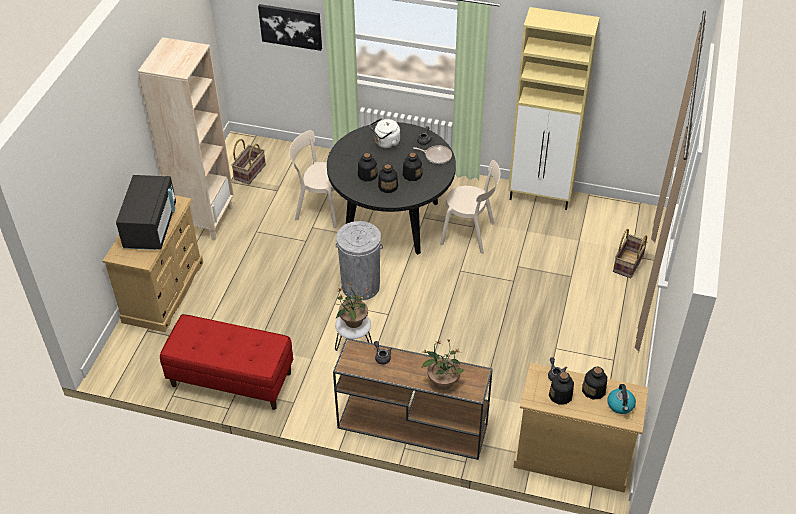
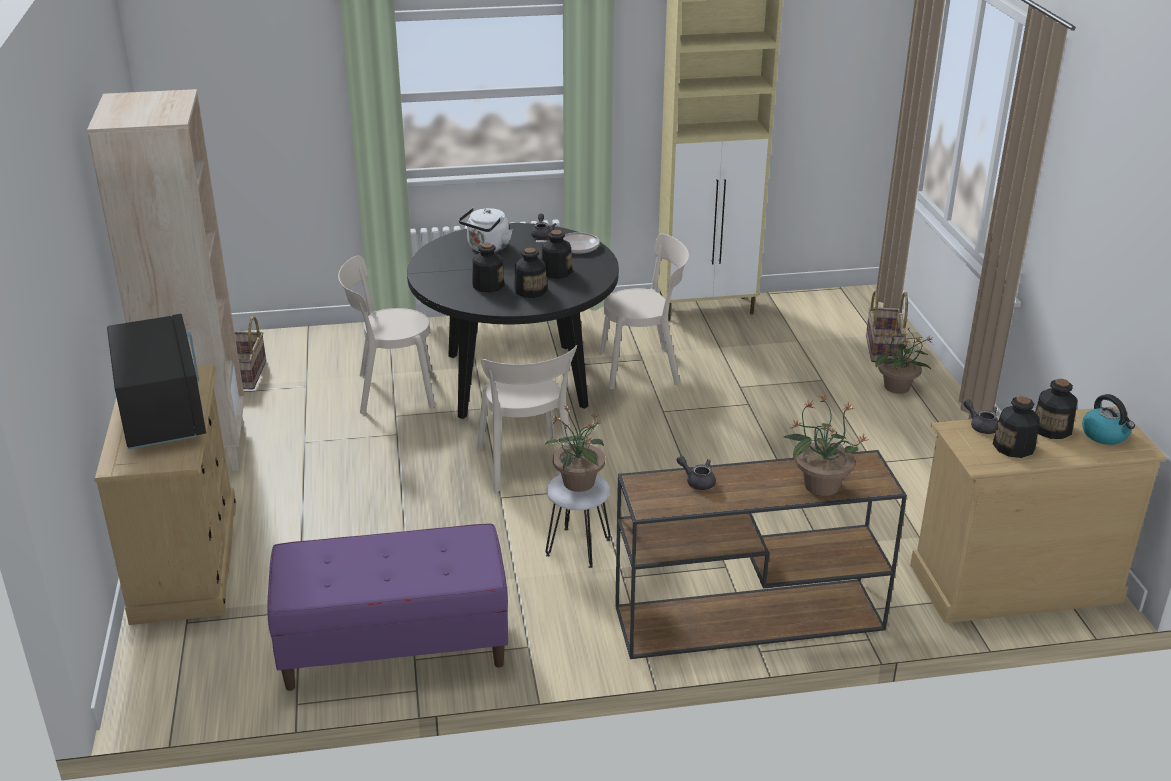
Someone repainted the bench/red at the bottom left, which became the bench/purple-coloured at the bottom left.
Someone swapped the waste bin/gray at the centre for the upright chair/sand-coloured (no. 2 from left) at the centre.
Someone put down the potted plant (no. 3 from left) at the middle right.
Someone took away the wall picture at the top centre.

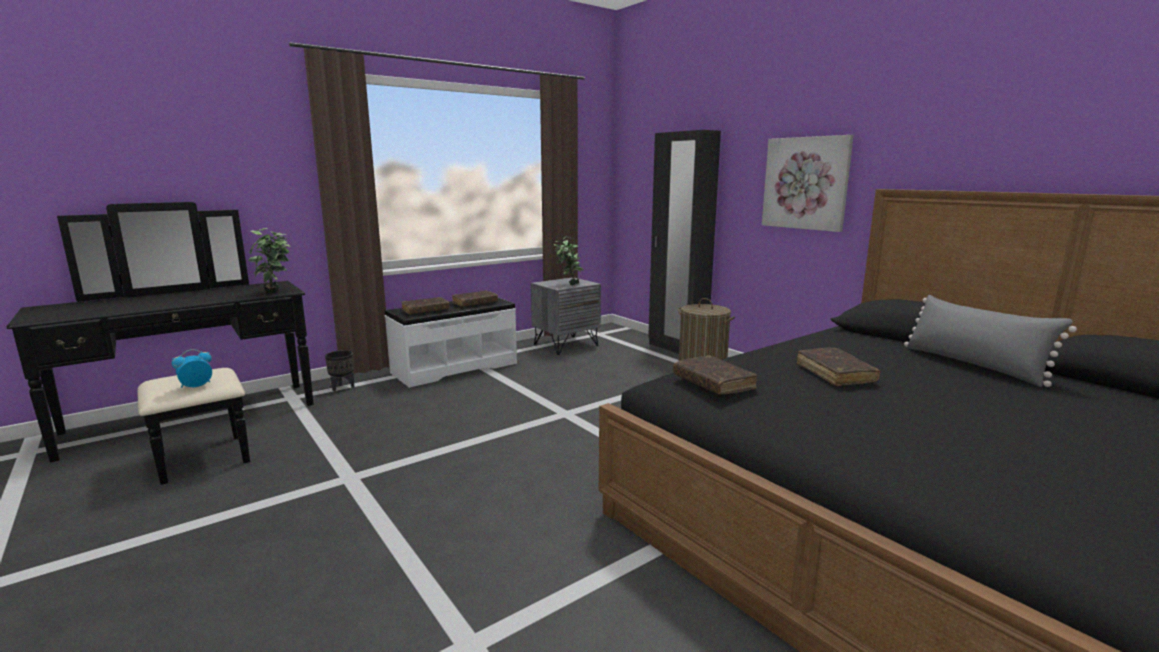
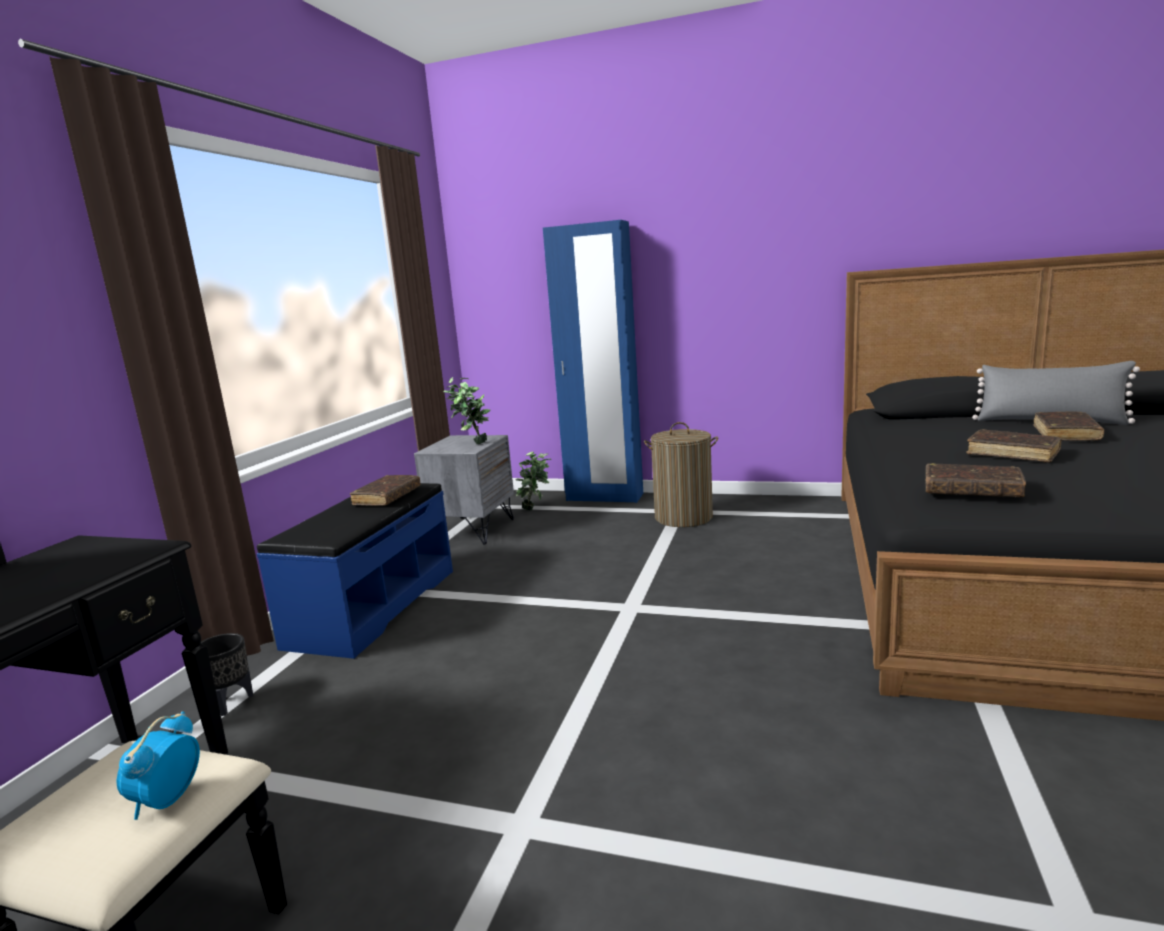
Someone repainted the bench/white-coloured at the centre, which became the bench/blue-coloured at the middle left.
Someone carried the potted plant (no. 1 from left in the first image) from the middle left to the centre.
Someone repainted the armoire/blackish at the centre, which became the armoire/blue-coloured at the centre.
Someone carried the bound book/brown (no. 1 from left in the first image) from the centre to the middle right.
Someone took away the wall picture at the top right.

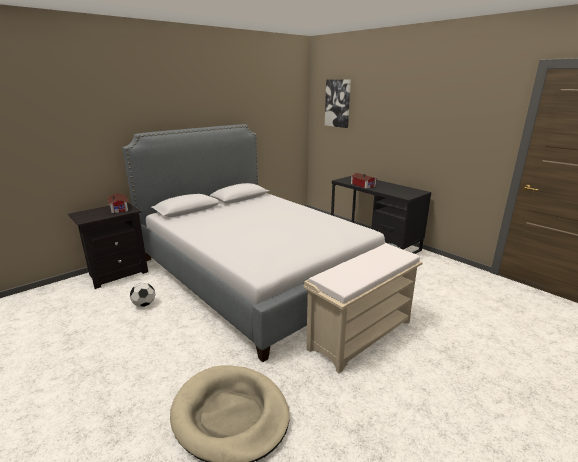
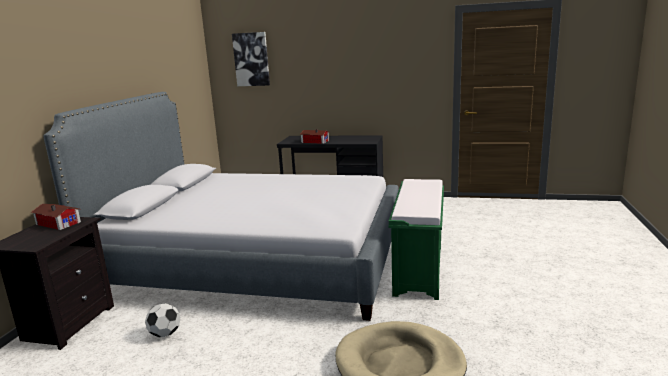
Someone repainted the bench/sand-coloured at the bottom centre, which became the bench/green-coloured at the centre.

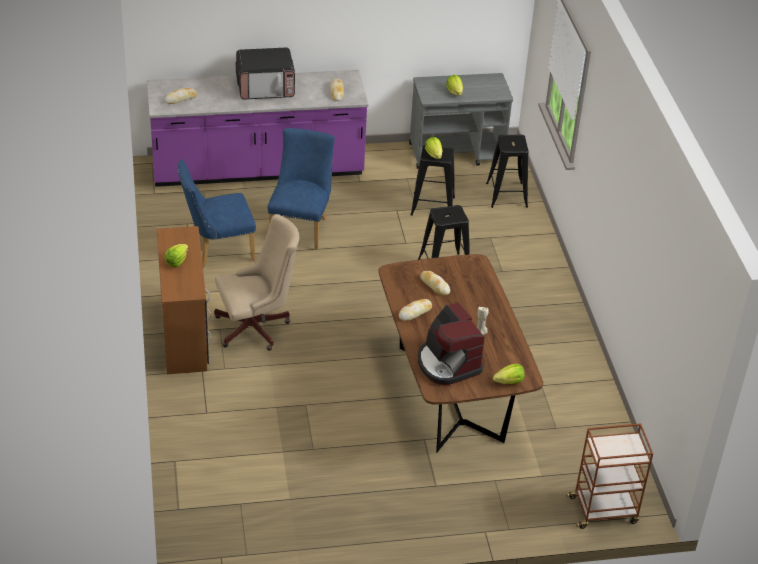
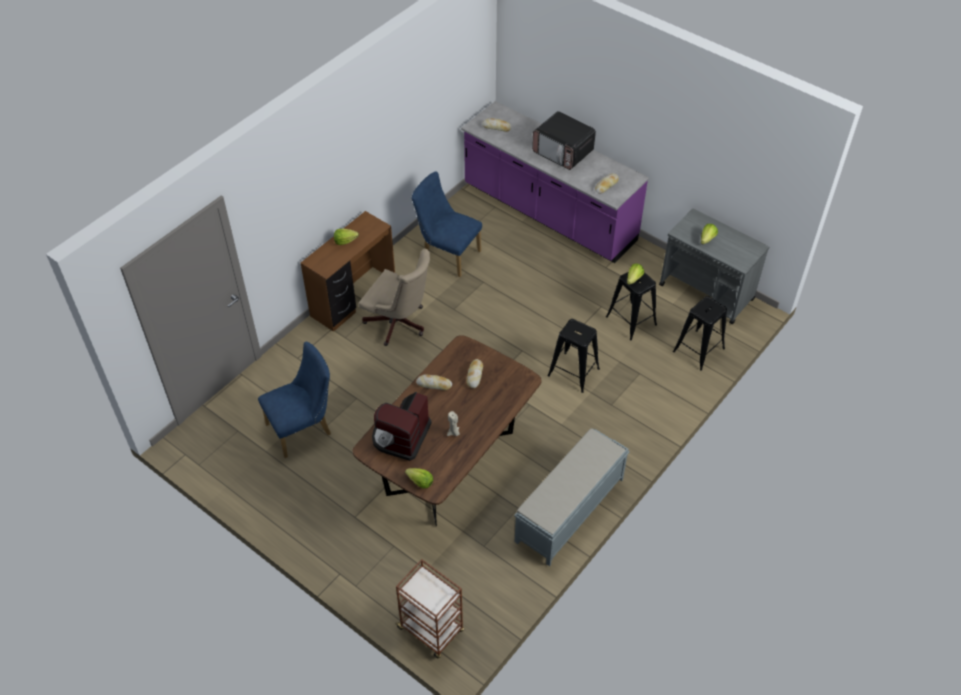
Someone carried the upright chair/blue-coloured (no. 2 from left in the first image) from the centre to the middle left.
Someone put down the bench/gray at the bottom centre.

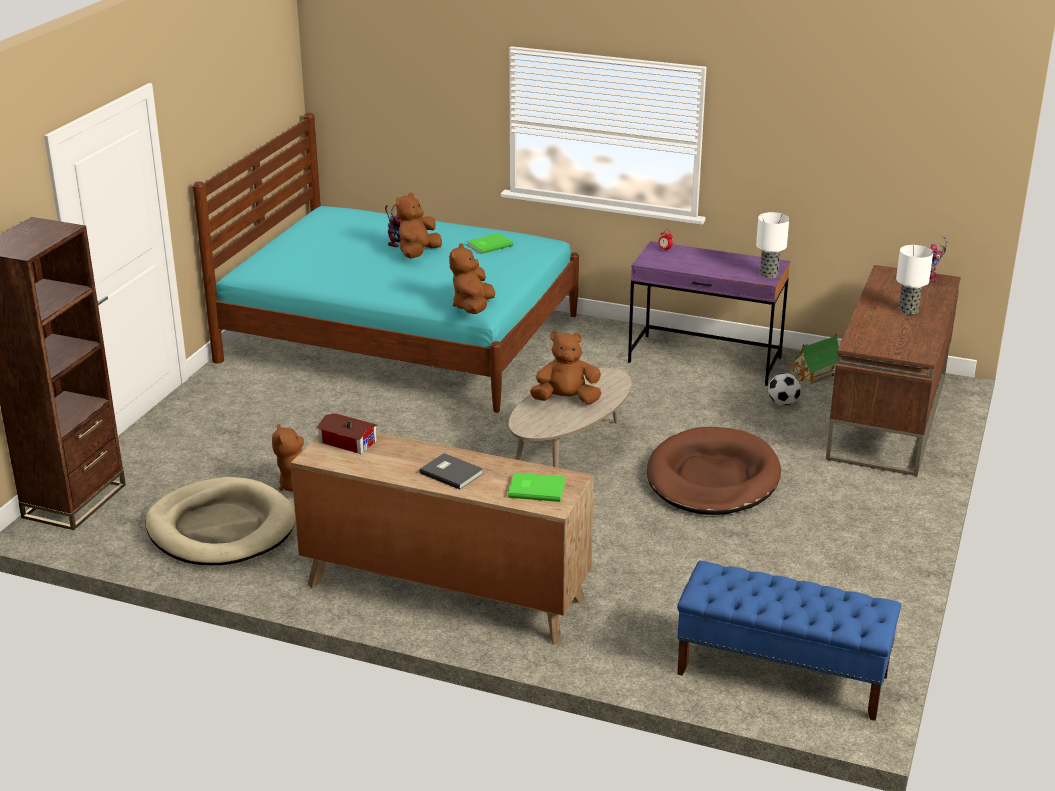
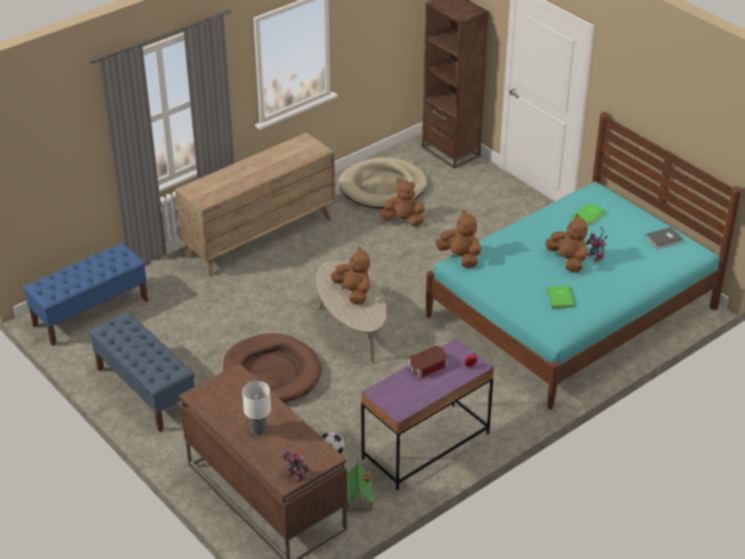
Someone put down the bench/blue-coloured (no. 2 from left) at the middle left.
Someone rotated the cuddly toy/brown (no. 4 from left in the first image) at the centre by 60 degrees counterclockwise.
Someone carried the model house (no. 1 from left in the first image) from the middle left to the centre.
Someone carried the bound book/green-coloured (no. 2 from left) from the centre to the middle right.
Someone carried the bound book/gray from the centre to the middle right.
Someone took away the tabletop lamp (no. 1 from left) at the top right.

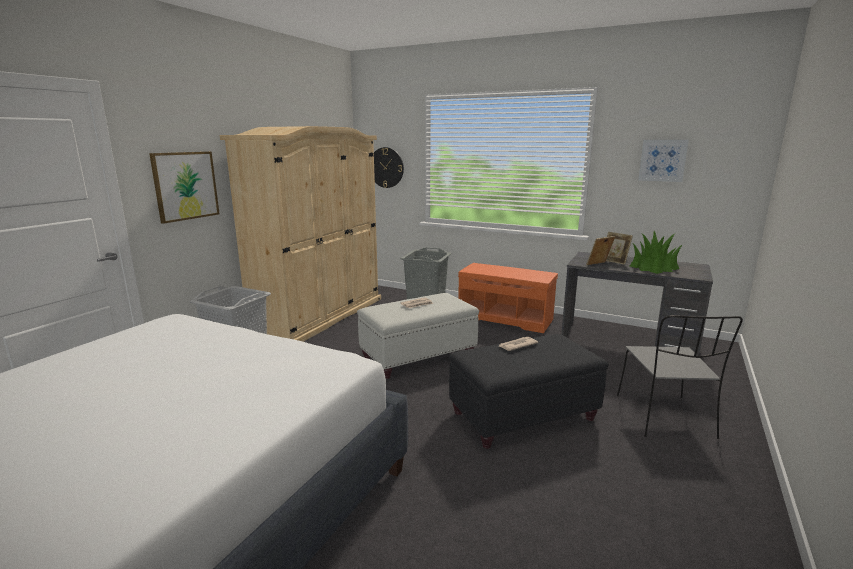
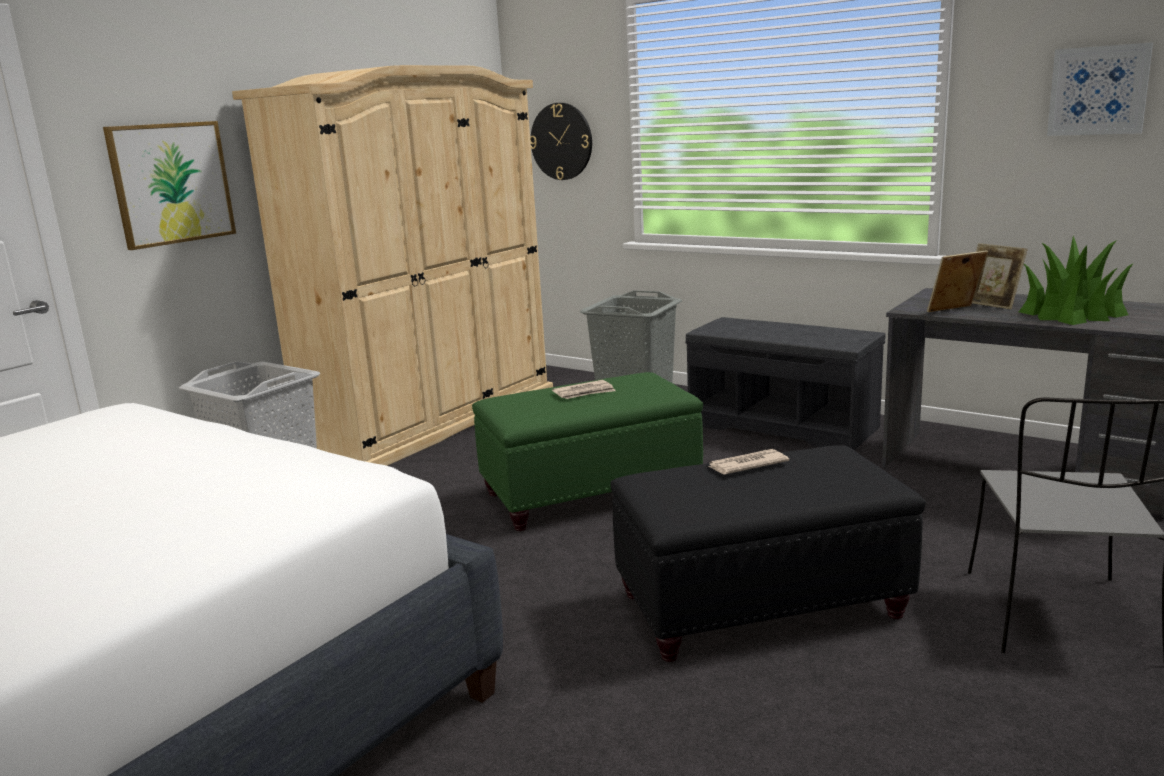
Someone repainted the ottoman/white-coloured at the centre, which became the ottoman/green-coloured at the centre.
Someone repainted the bench/orangey at the centre, which became the bench/gray at the middle right.

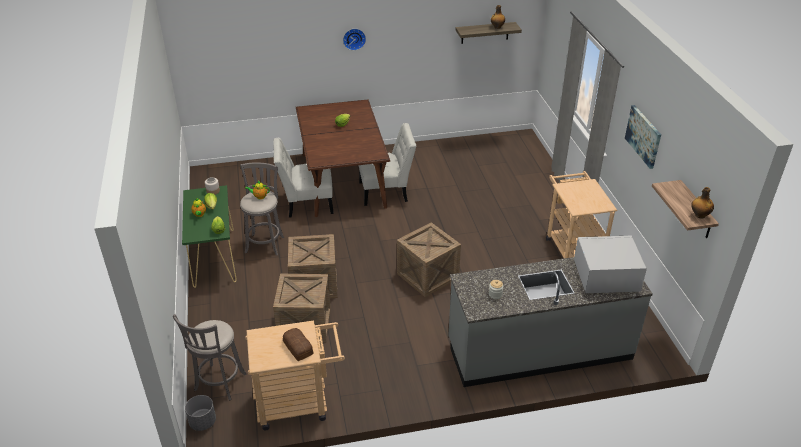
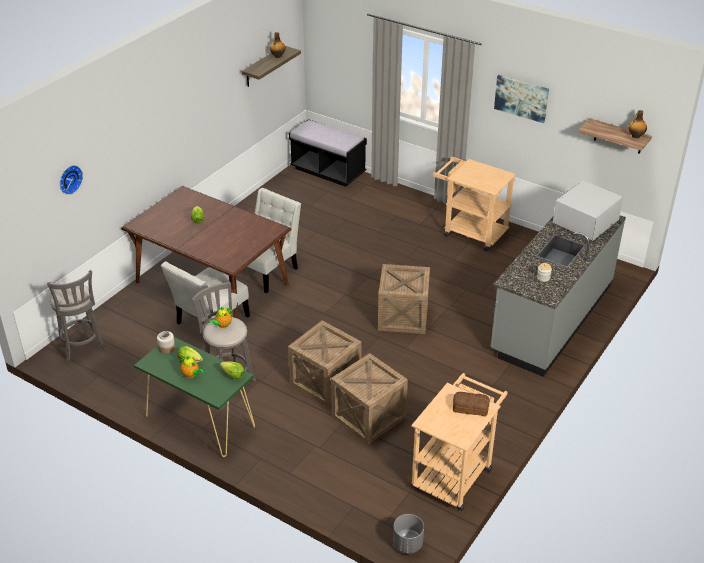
Someone carried the stool/gray (no. 1 from left) from the bottom left to the middle left.
Someone carried the hanging clock from the top centre to the top left.
Someone put down the bench/blackish at the top centre.

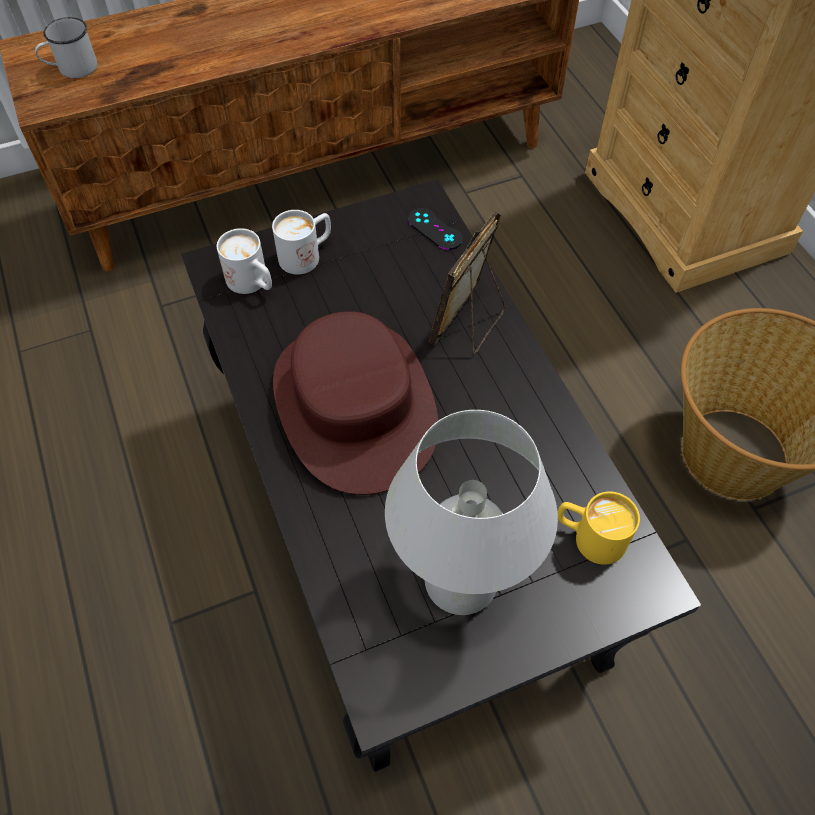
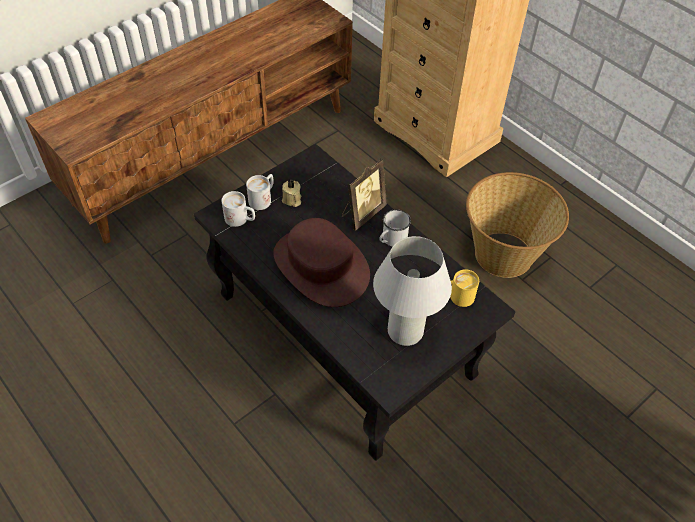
Someone put down the wax candle/sand-coloured at the centre.
Someone rotated the standing frame at the centre by 150 degrees counterclockwise.
Someone carried the tea mug/white-coloured (no. 1 from left in the first image) from the top left to the centre.
Someone took away the game controller/blackish at the top centre.

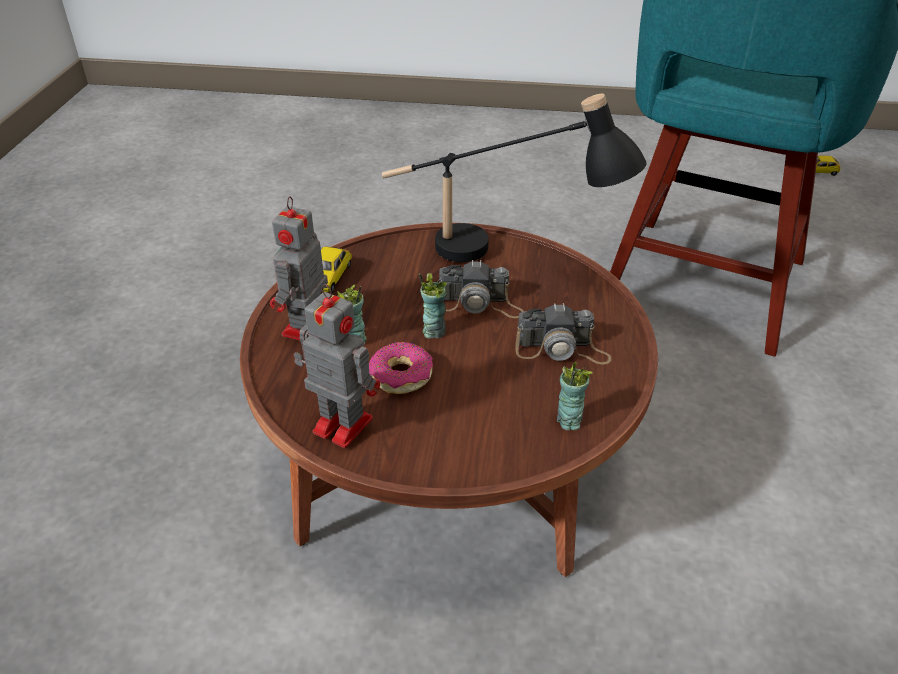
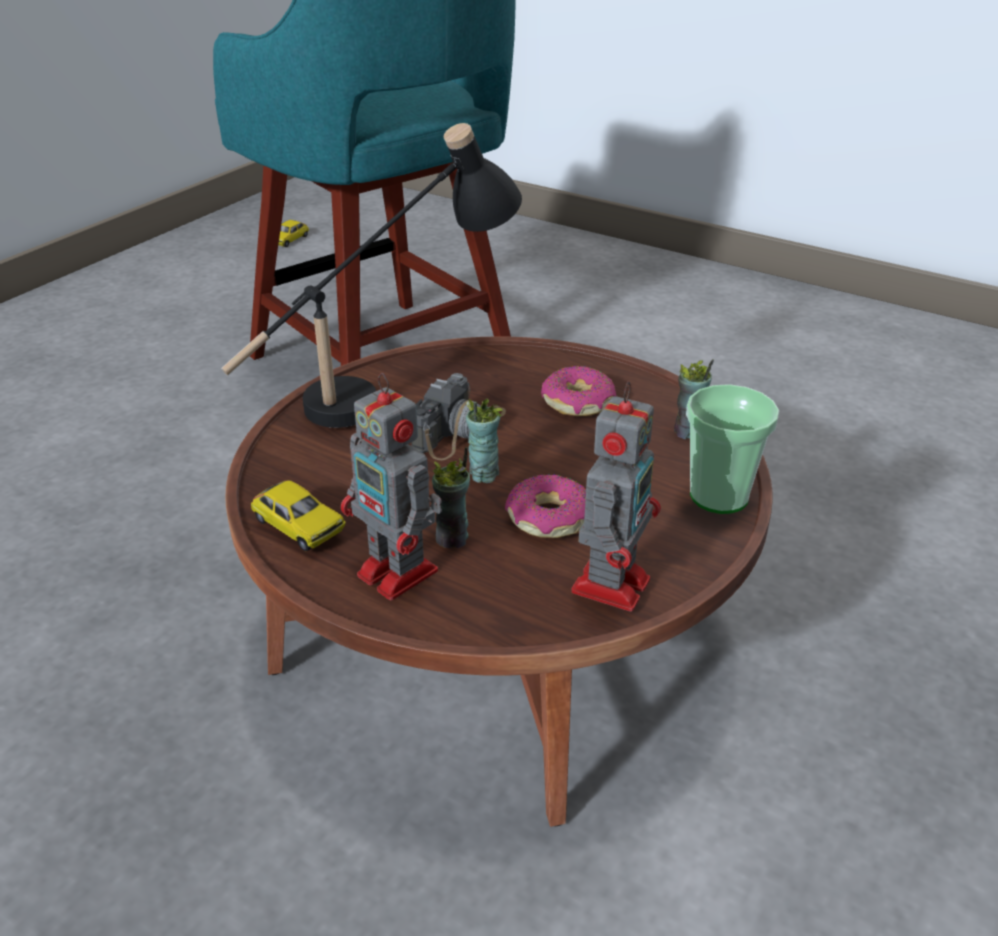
Someone swapped the still camera (no. 2 from left) at the centre for the ring doughnut (no. 2 from left) at the centre.
Someone rotated the toy robot (no. 2 from left) at the centre by 150 degrees clockwise.
Someone put down the drinking cup (no. 4 from left) at the middle right.

